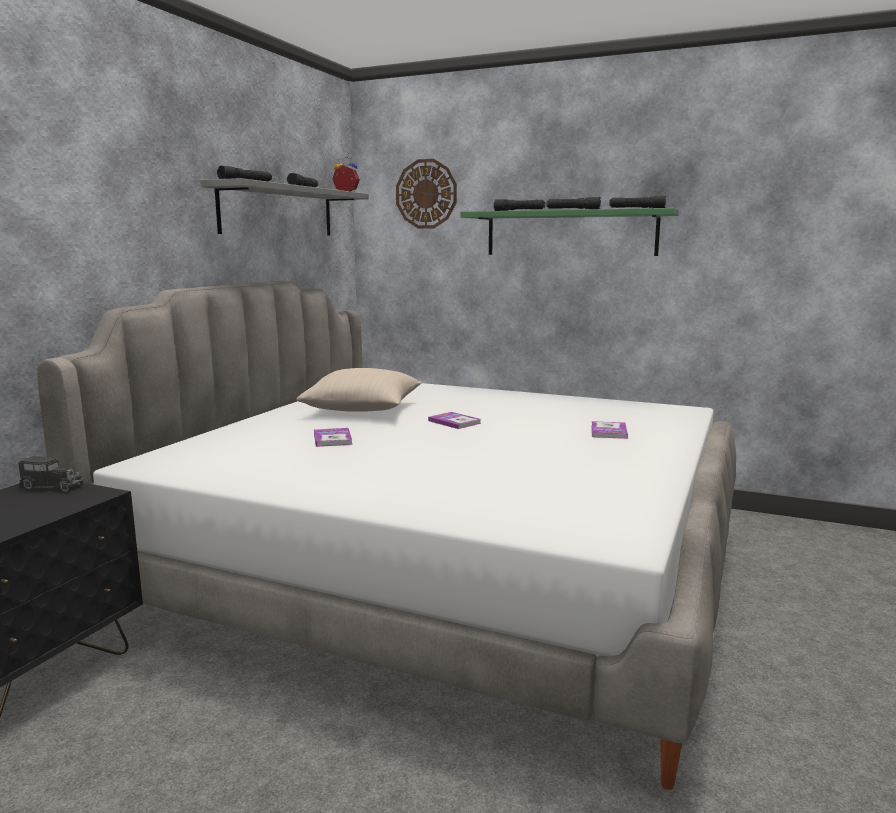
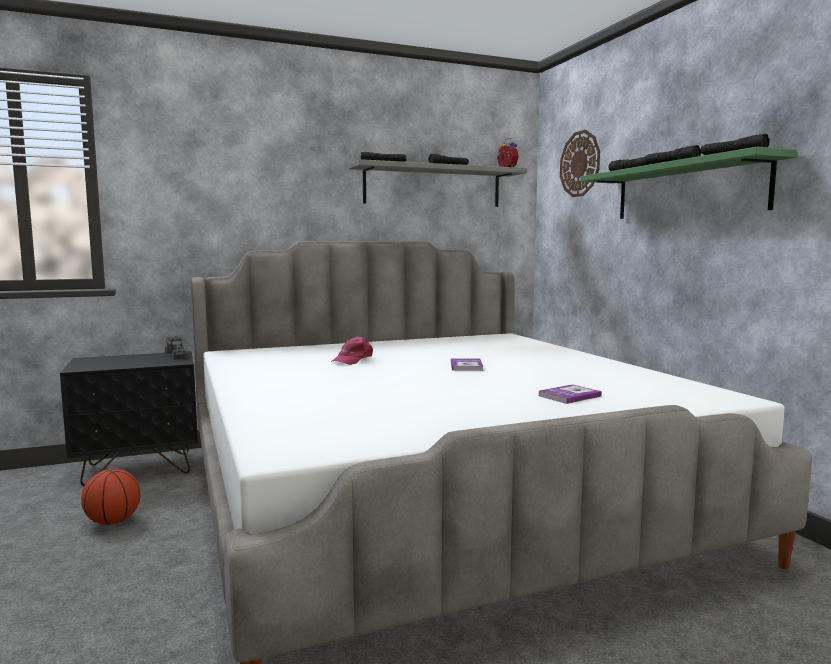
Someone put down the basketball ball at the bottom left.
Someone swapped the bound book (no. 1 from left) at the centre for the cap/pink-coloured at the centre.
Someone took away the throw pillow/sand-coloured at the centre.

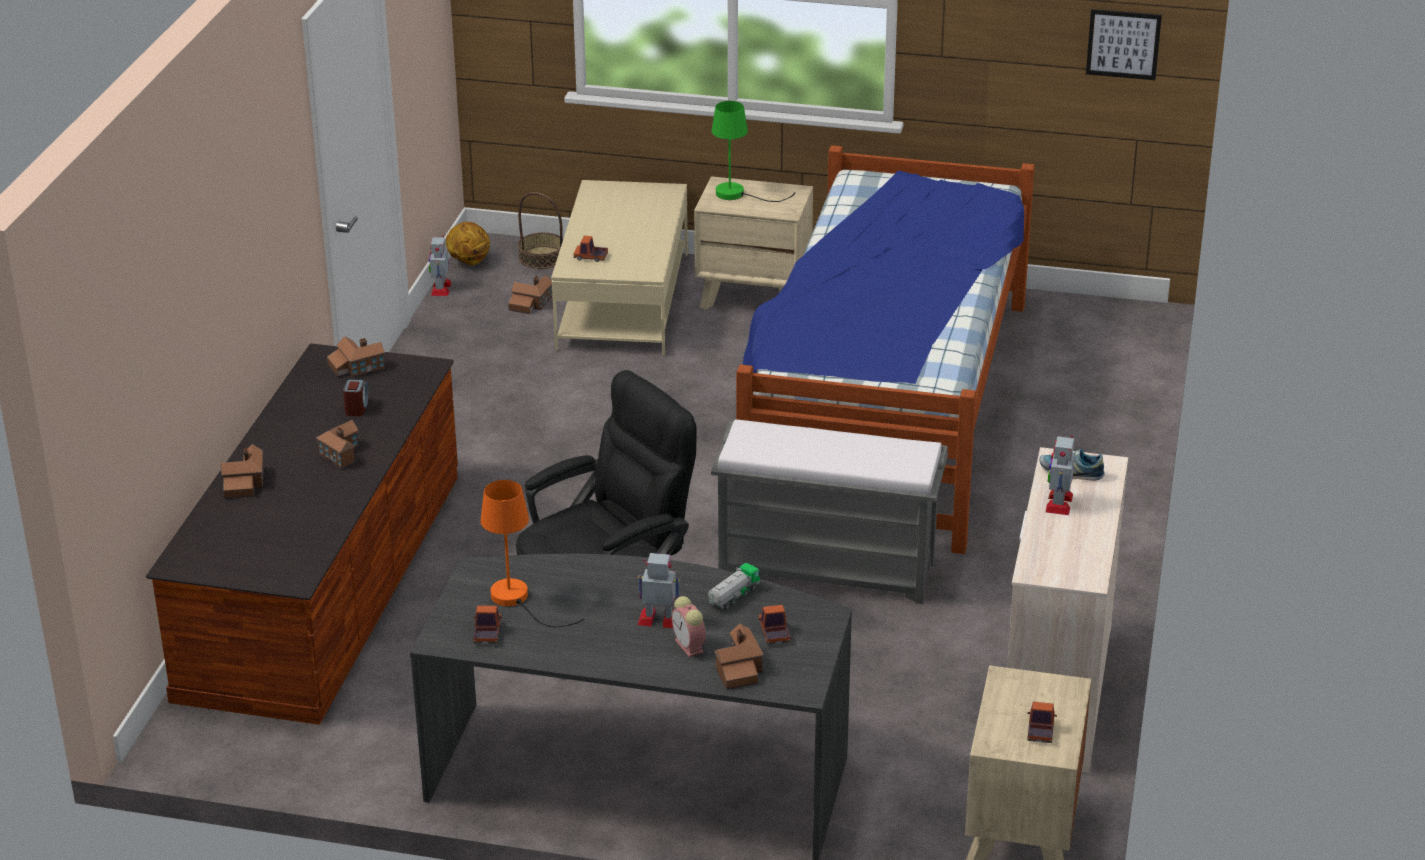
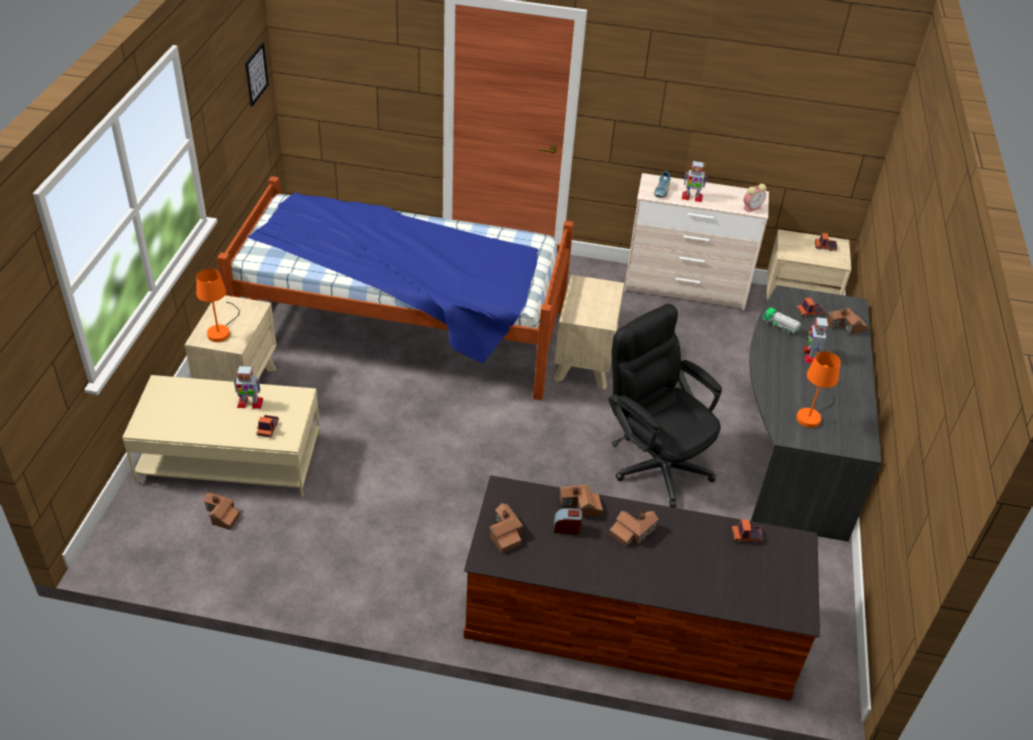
Someone repainted the tabletop lamp/green-coloured at the top centre, which became the tabletop lamp/orangey (no. 1 from left) at the middle left.
Someone carried the toy robot (no. 1 from left) from the top left to the middle left.
Someone swapped the bench/gray at the centre for the night table/sand-coloured (no. 2 from left) at the centre.
Someone carried the model house (no. 1 from left in the first image) from the middle left to the bottom centre.
Someone carried the toy lorry (no. 1 from left in the first image) from the bottom centre to the bottom right.
Someone carried the table clock (no. 2 from left) from the bottom centre to the top right.
Someone took away the basketball ball at the top left.
Someone took away the storage basket at the top centre.

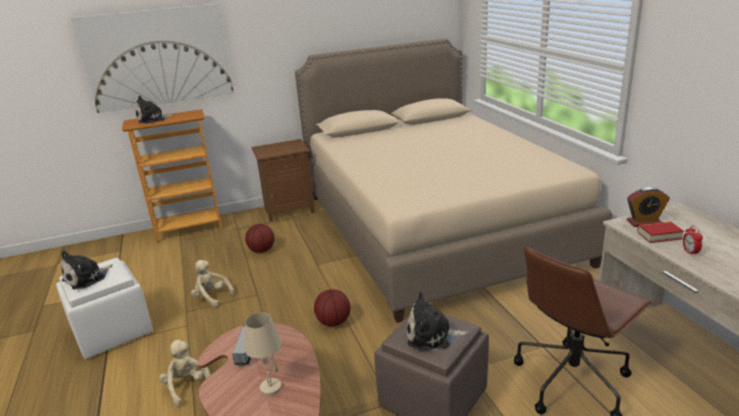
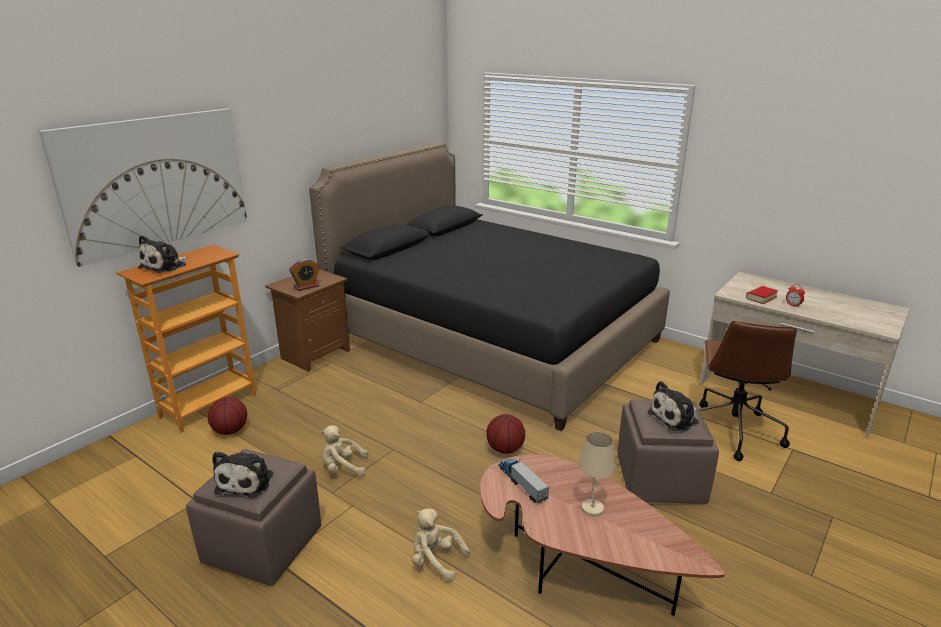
Someone repainted the ottoman/white-coloured at the bottom left, which became the ottoman/brown (no. 1 from left) at the bottom left.
Someone carried the basketball ball (no. 1 from left) from the centre to the middle left.
Someone carried the table clock (no. 1 from left) from the middle right to the middle left.
Someone repainted the bedroom bed/sand-coloured at the centre, which became the bedroom bed/blackish at the centre.

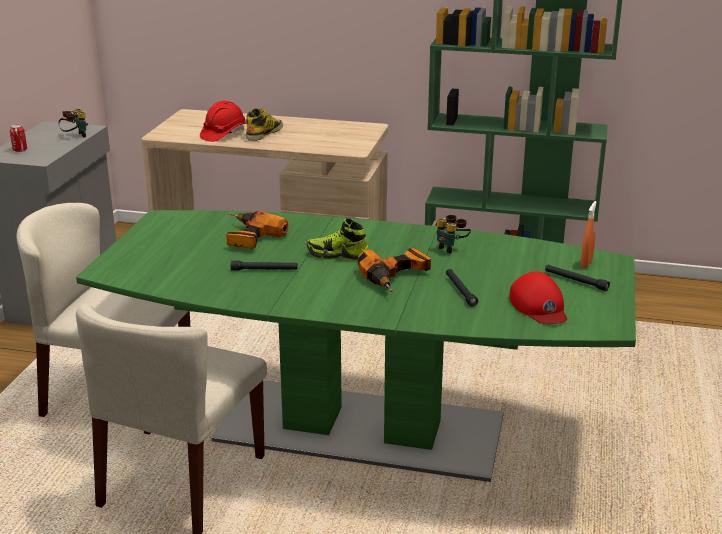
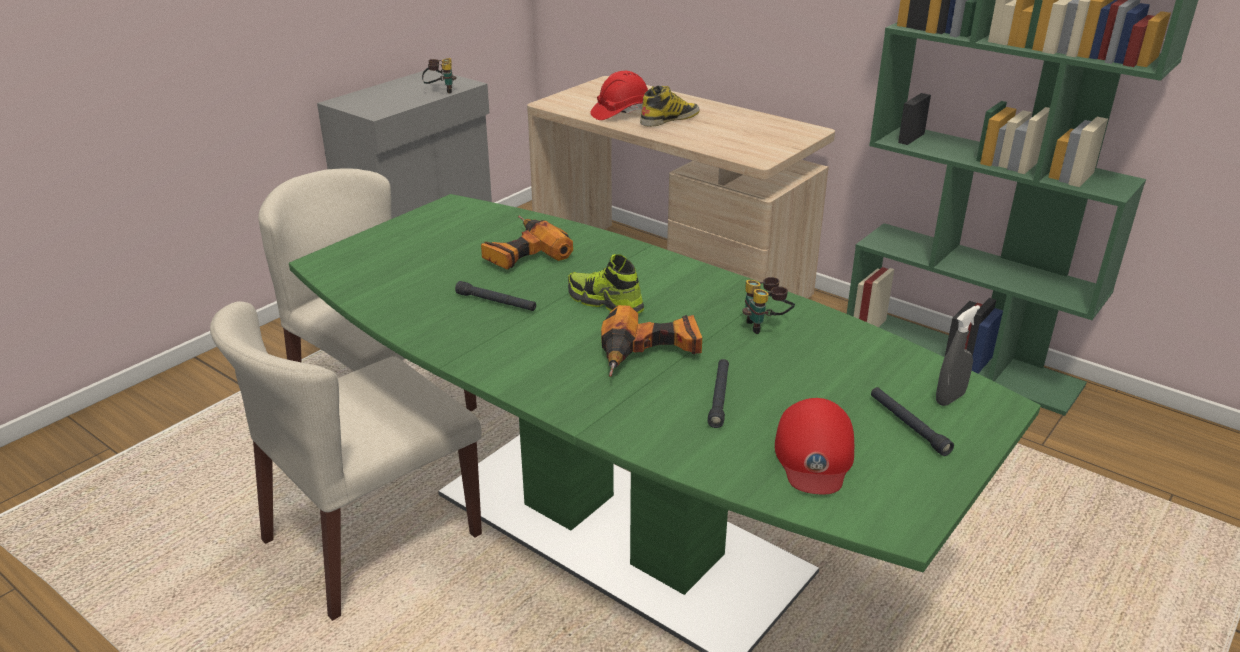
Someone repainted the spray bottle/orangey at the middle right, which became the spray bottle/gray at the middle right.
Someone took away the sealed can at the top left.

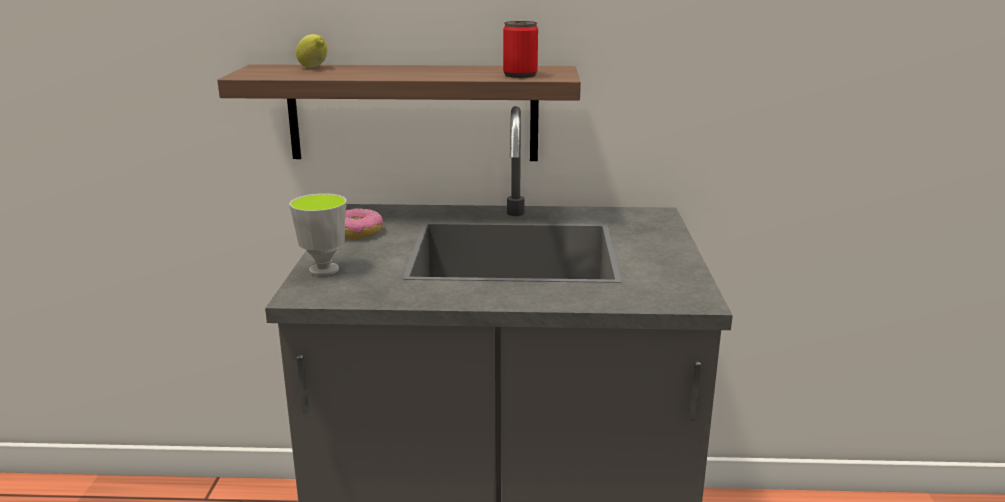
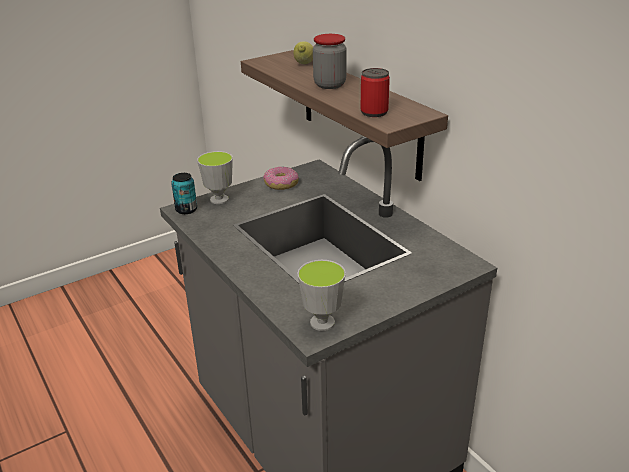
Someone put down the sealed can (no. 1 from left) at the middle left.
Someone put down the drinking cup (no. 2 from left) at the centre.
Someone put down the storage jar at the top centre.

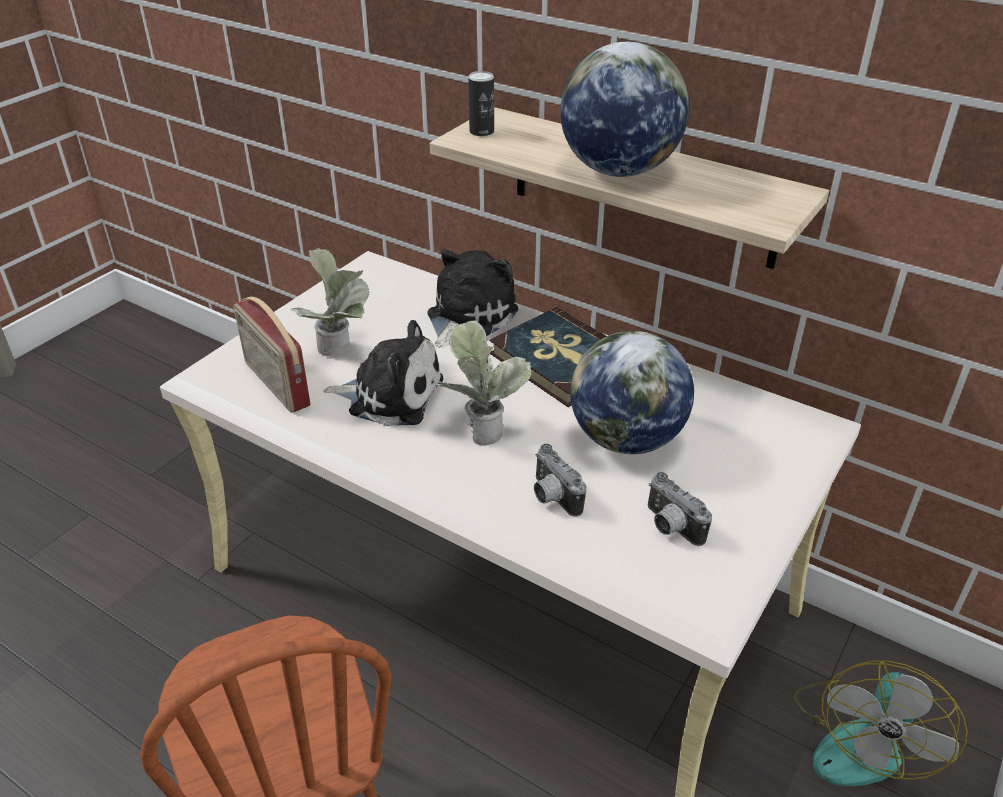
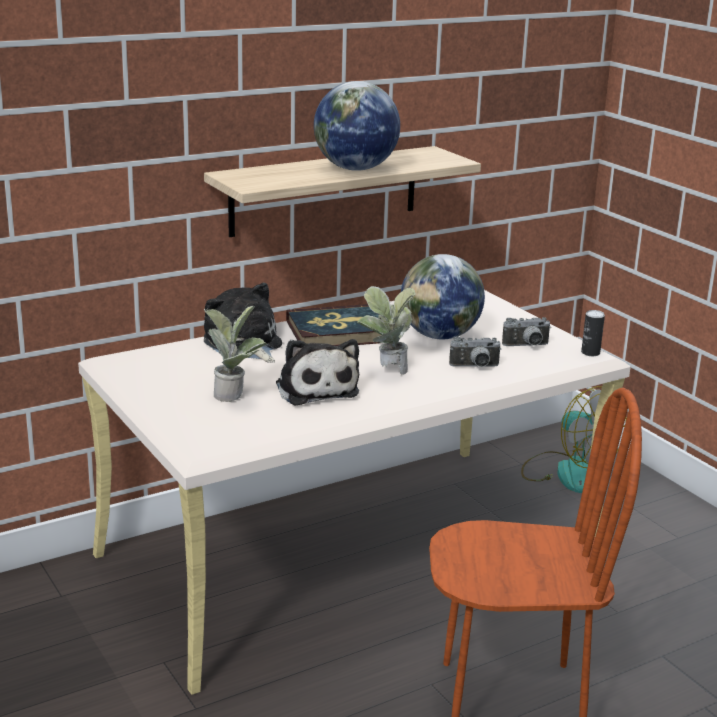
Someone rotated the cuddly toy (no. 1 from left in the first image) at the centre by 120 degrees clockwise.
Someone carried the sealed can from the top centre to the middle right.
Someone took away the radio receiver at the middle left.

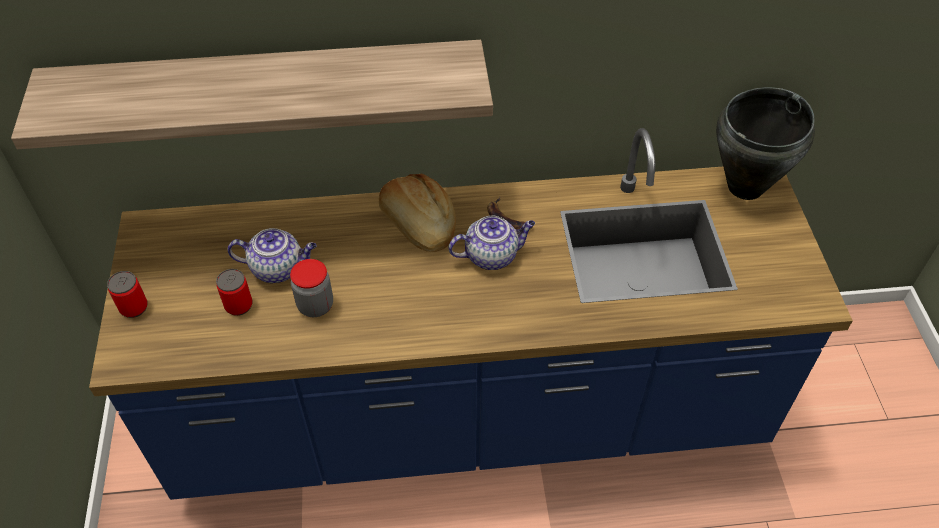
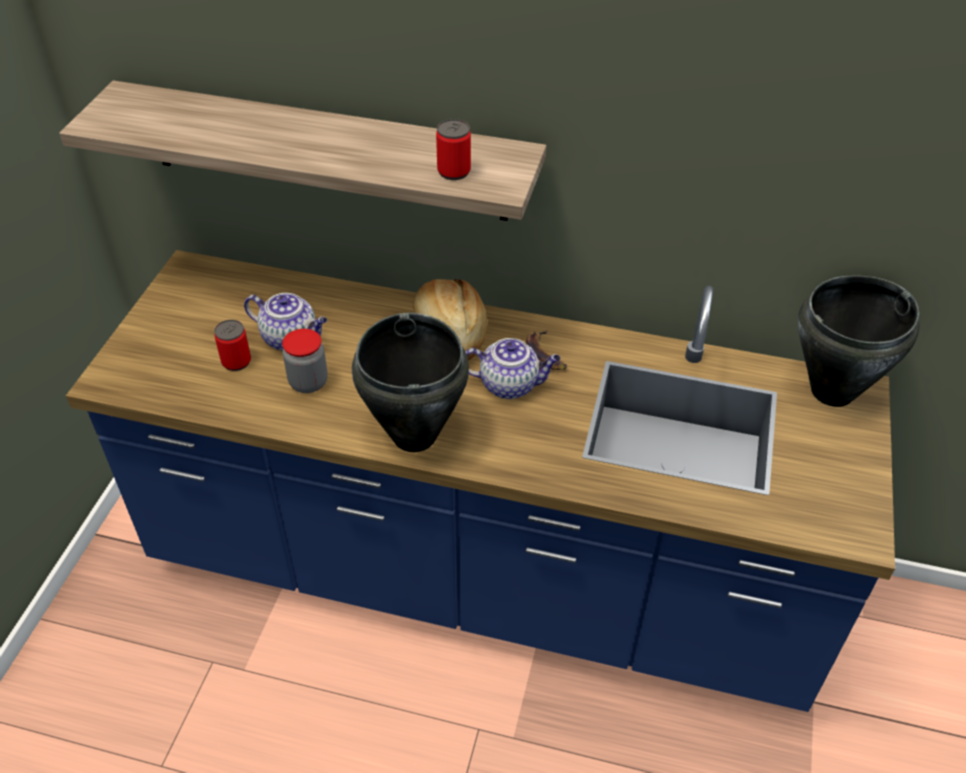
Someone put down the stockpot/blackish (no. 1 from left) at the centre.
Someone carried the sealed can (no. 1 from left in the first image) from the middle left to the top centre.

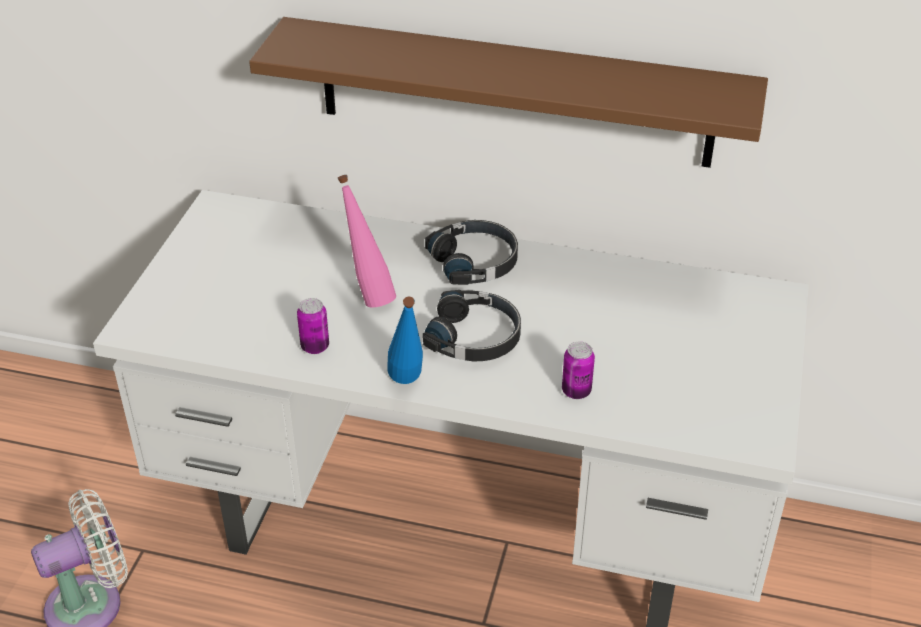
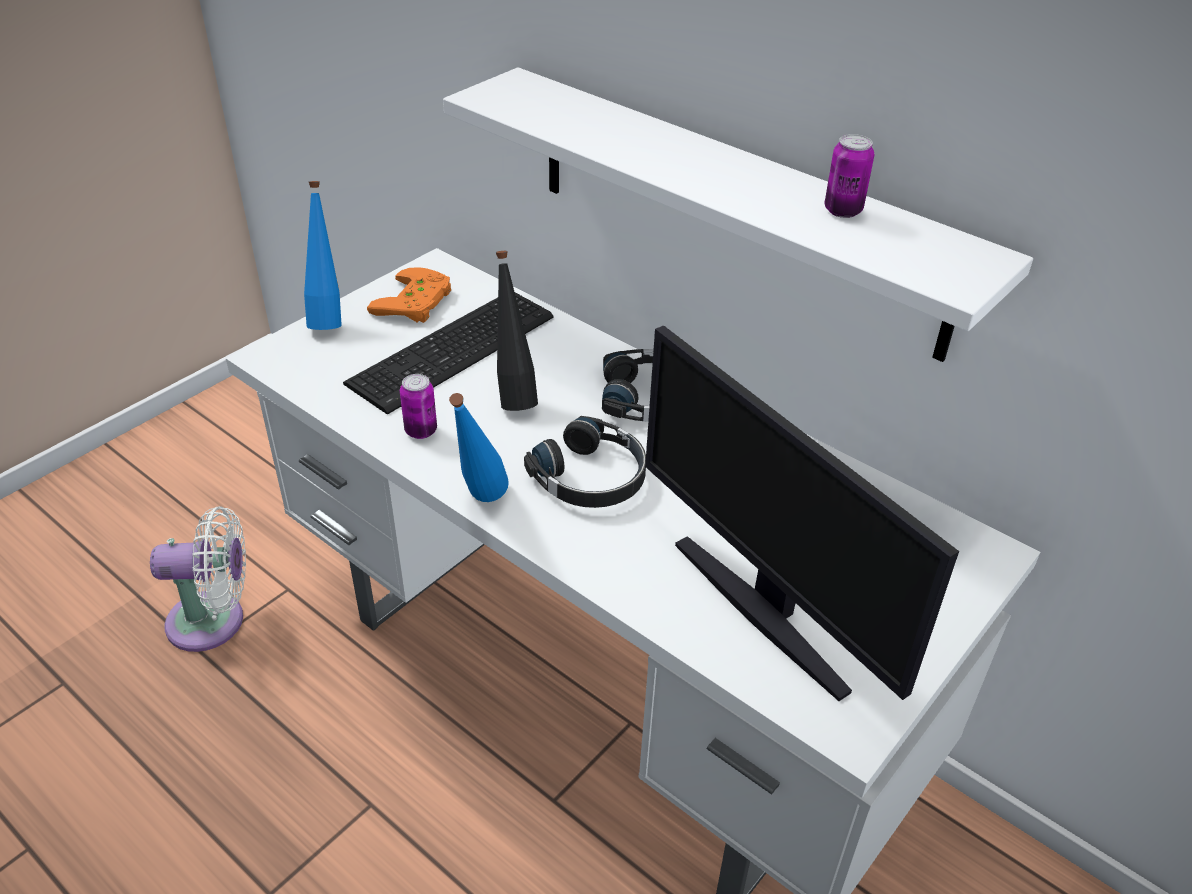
Someone put down the beverage bottle/blue-coloured (no. 1 from left) at the top left.
Someone put down the PC keyboard at the centre.
Someone put down the game controller/orangey at the top centre.
Someone repainted the bracket shelf/brown at the top centre, which became the bracket shelf/white-coloured at the top centre.
Someone repainted the beverage bottle/pink-coloured at the centre, which became the beverage bottle/blackish at the centre.
Someone put down the monitor at the middle right.
Someone carried the sealed can (no. 2 from left) from the centre to the top right.

